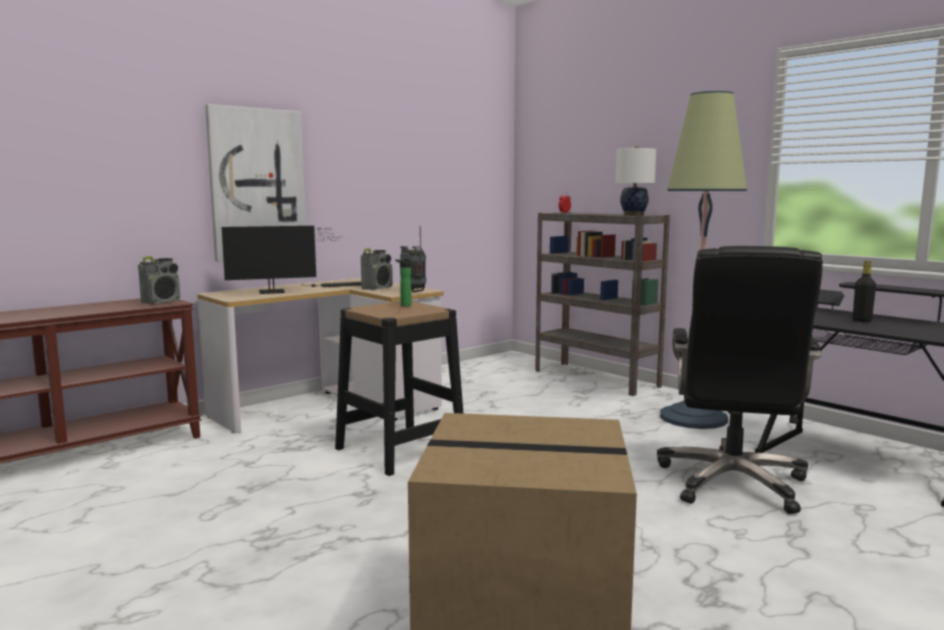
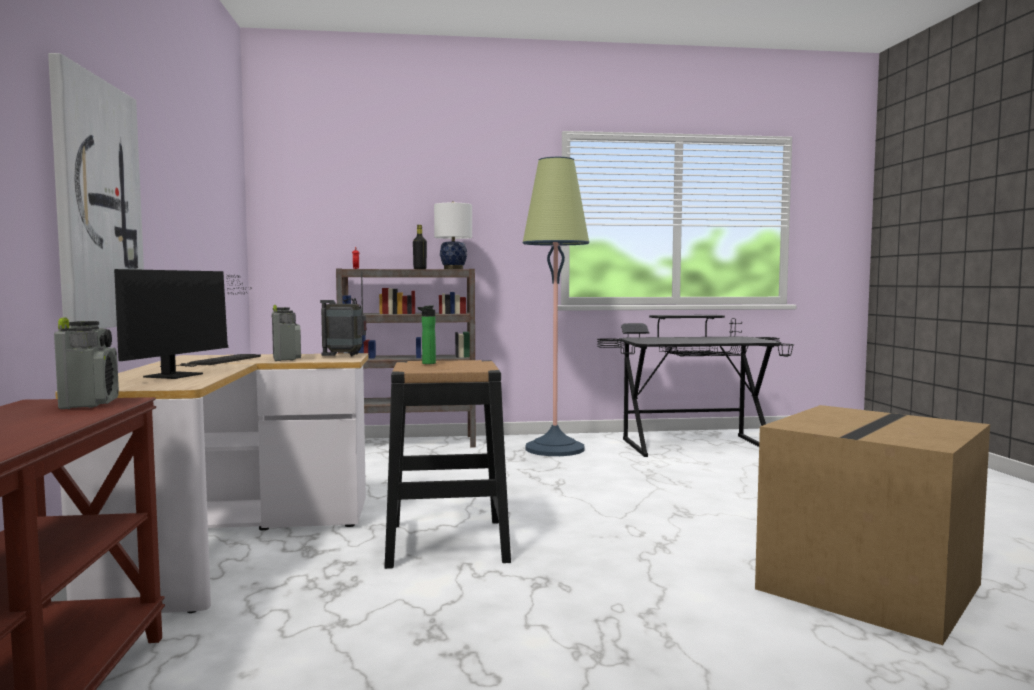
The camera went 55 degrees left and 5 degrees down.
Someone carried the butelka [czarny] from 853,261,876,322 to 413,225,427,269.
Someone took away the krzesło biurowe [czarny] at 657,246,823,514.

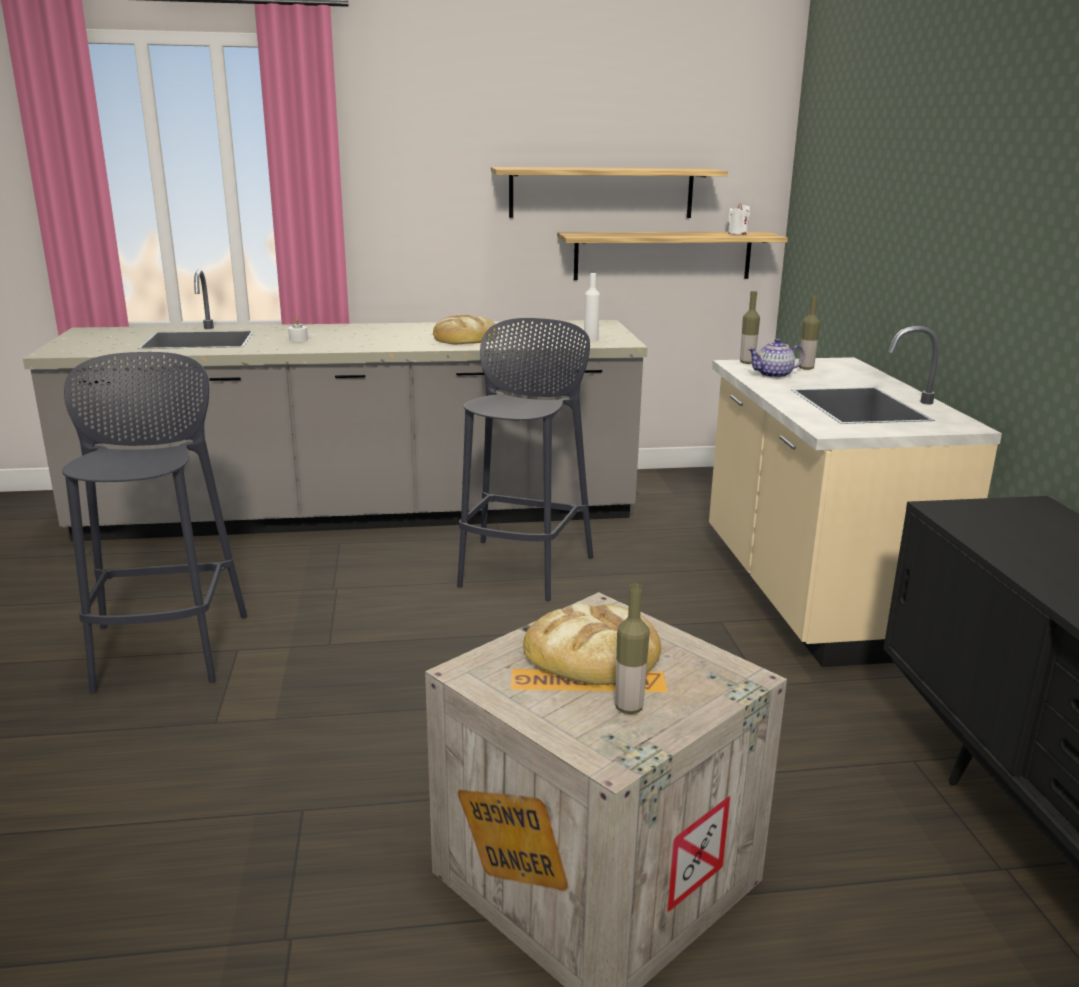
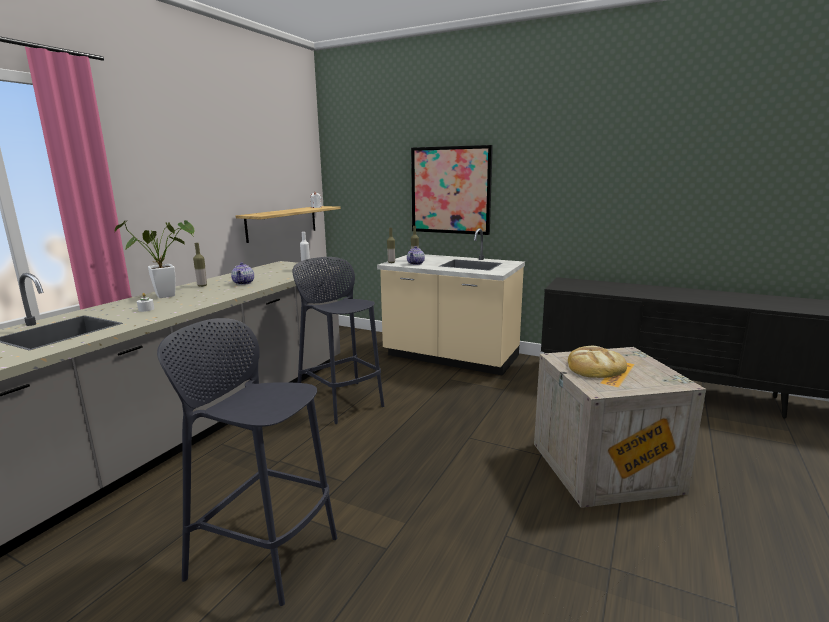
The camera went 55 degrees left and 5 degrees down.
Someone put down the roślina doniczkowa at 115,220,195,298.
Someone carried the butelka from 615,584,650,714 to 193,243,207,287.
Someone swapped the chleb at 433,314,499,344 for the imbryk at 231,262,254,285.
Someone put up the obraz at 411,145,493,235.
Someone took away the półka at 491,167,728,218.

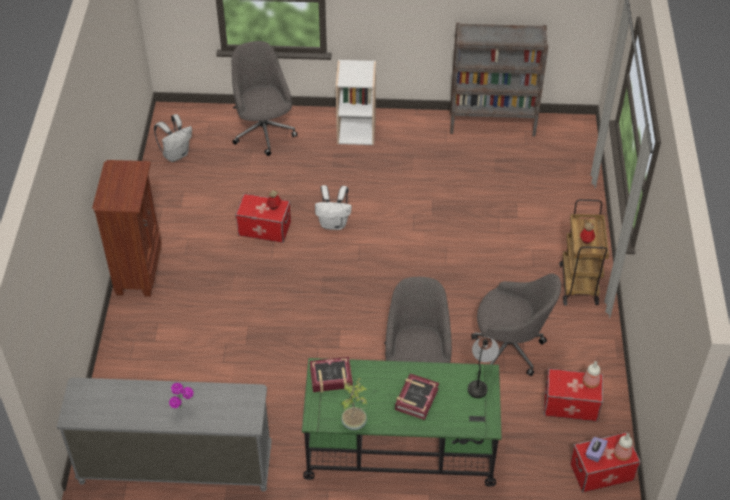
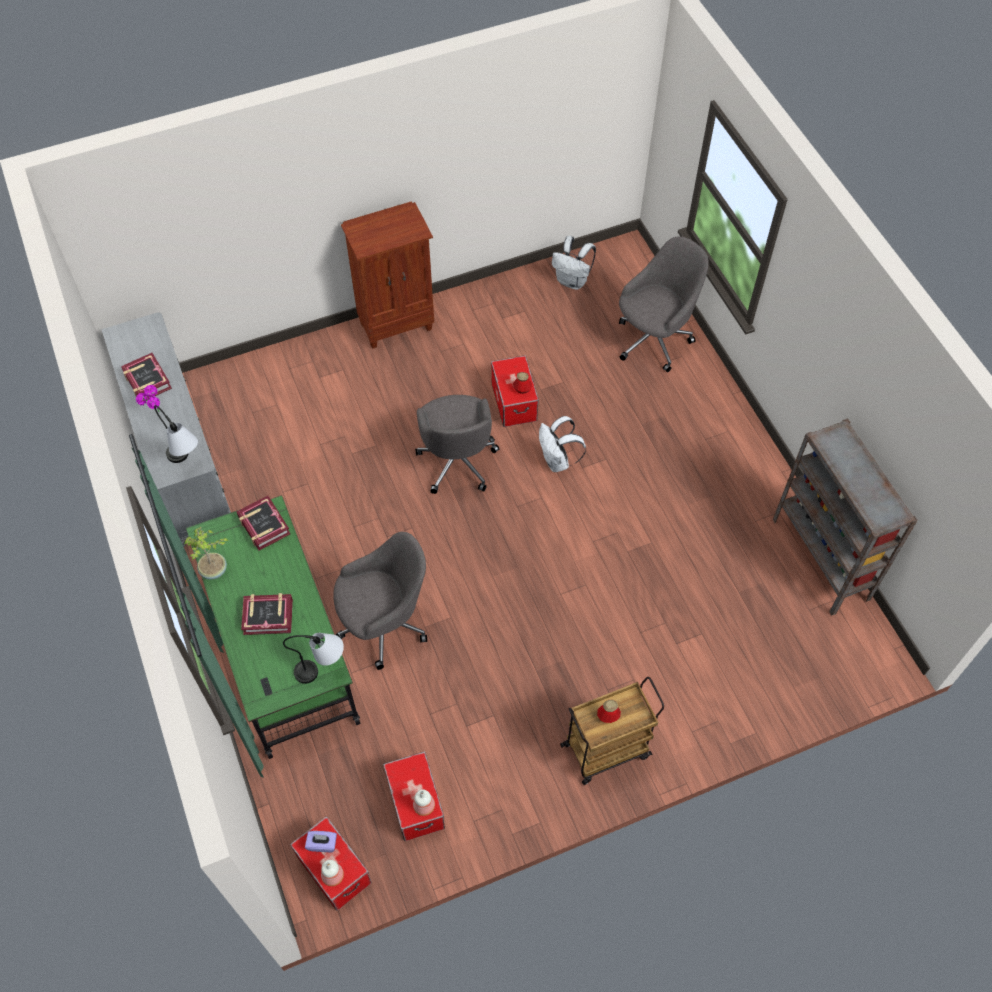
The camera went 65 degrees right and 10 degrees up.
Someone put down the książka at 121,353,172,402.
Someone put down the lampa stołowa at 154,405,198,463.
Someone carried the krzesło biurowe [szary] from 471,274,561,377 to 415,395,499,494.
Someone took away the regał at 336,60,376,145.

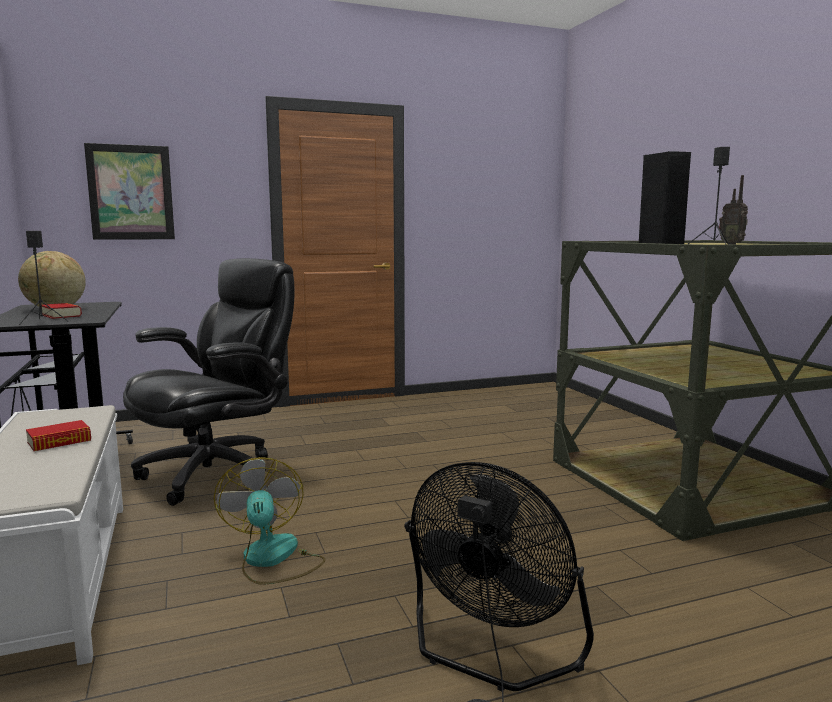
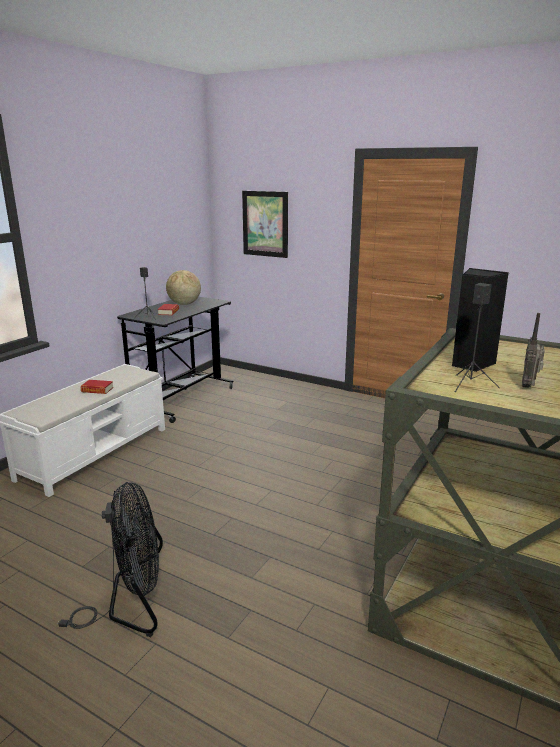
The camera went 50 degrees right and 10 degrees up.
Someone took away the krzesło biurowe [czarny] at 123,258,294,506.
Someone took away the wentylator at 214,457,325,584.

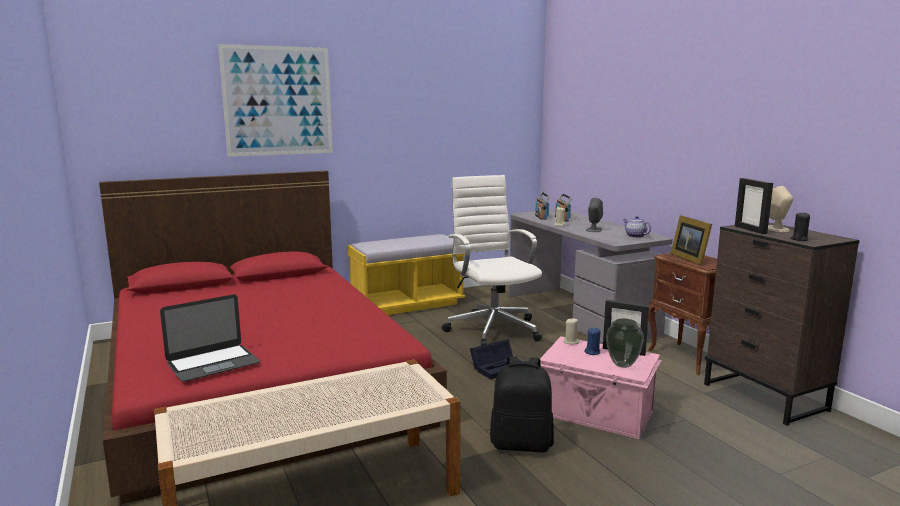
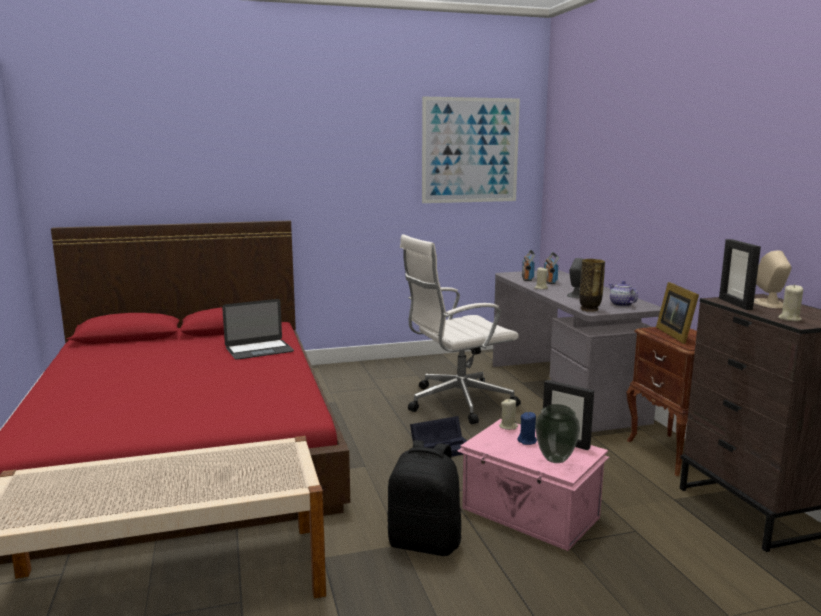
The camera went 10 degrees right and 0 degrees up.
Someone carried the laptop from 160,294,260,382 to 222,299,294,360.
Someone rotated the krzesło biurowe [biały] at 442,175,542,346 by 105 degrees counterclockwise.
Someone carried the obraz from 218,44,333,157 to 422,97,520,203.
Someone put down the wazon at 579,259,605,312.
Someone repainted the świeca [czarny] at 791,213,810,241, which became the świeca [beżowy] at 778,284,803,321.
Someone took away the ławka [żółty] at 347,234,465,315.

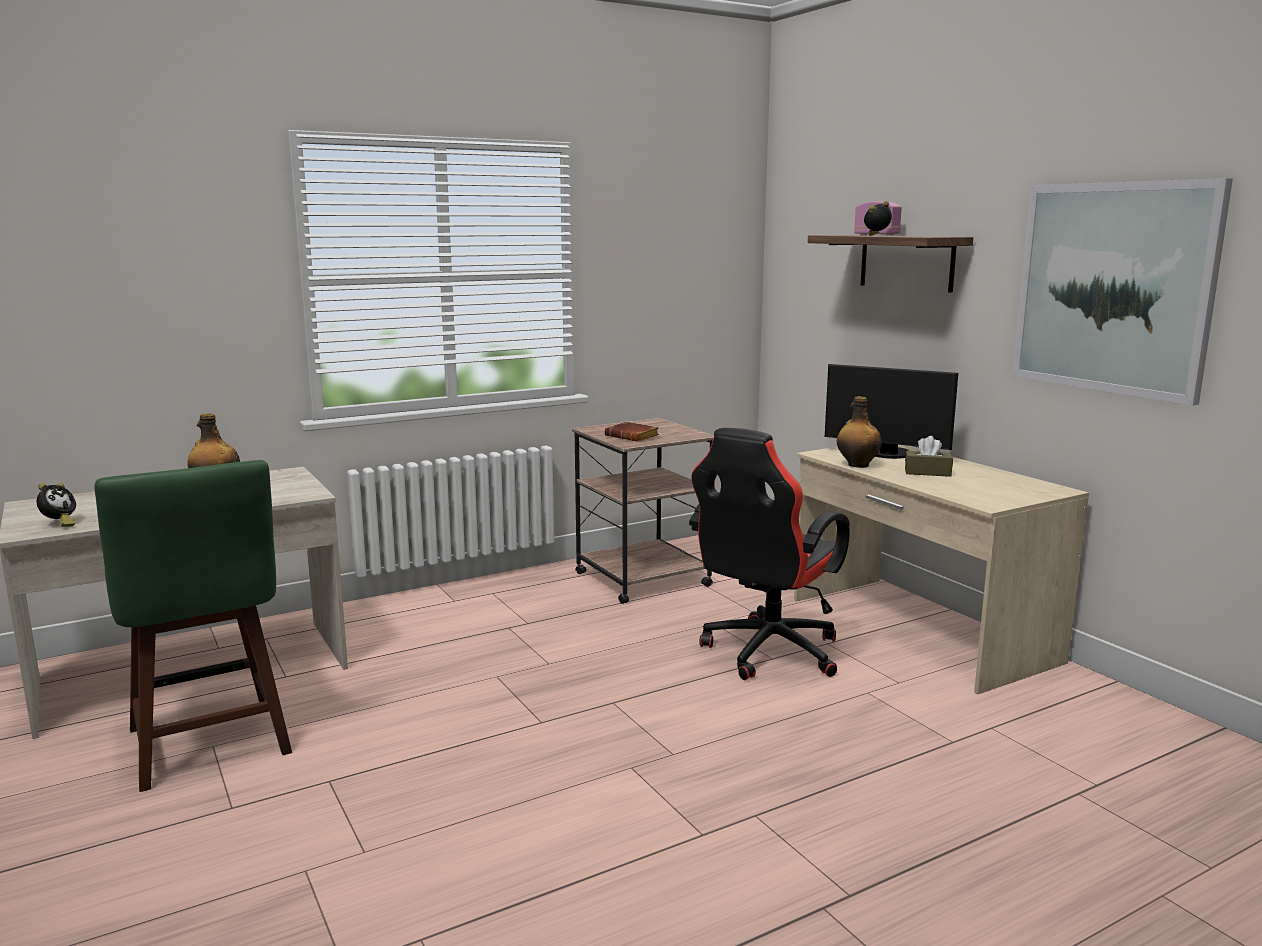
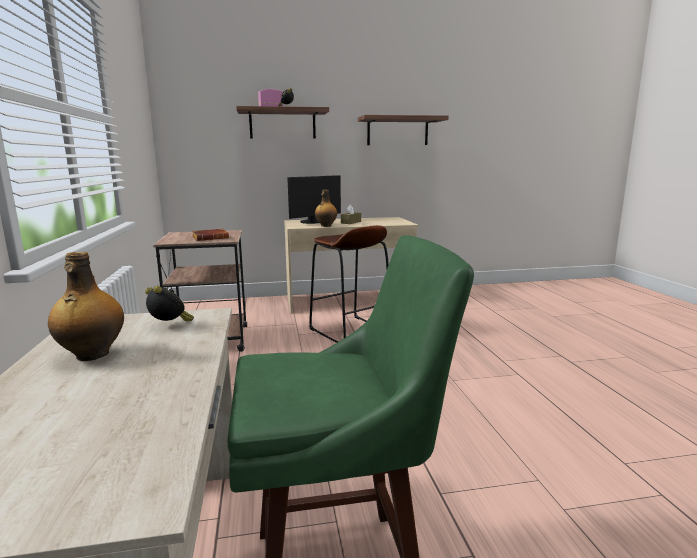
The camera went 70 degrees left and 0 degrees up.
Someone carried the budzik from 37,483,76,527 to 145,286,194,321.
Someone swapped the krzesło biurowe [czarny] at 689,428,850,680 for the stołek [brązowy] at 309,225,389,343.
Someone swapped the obraz at 1012,178,1233,406 for the półka at 358,115,449,145.

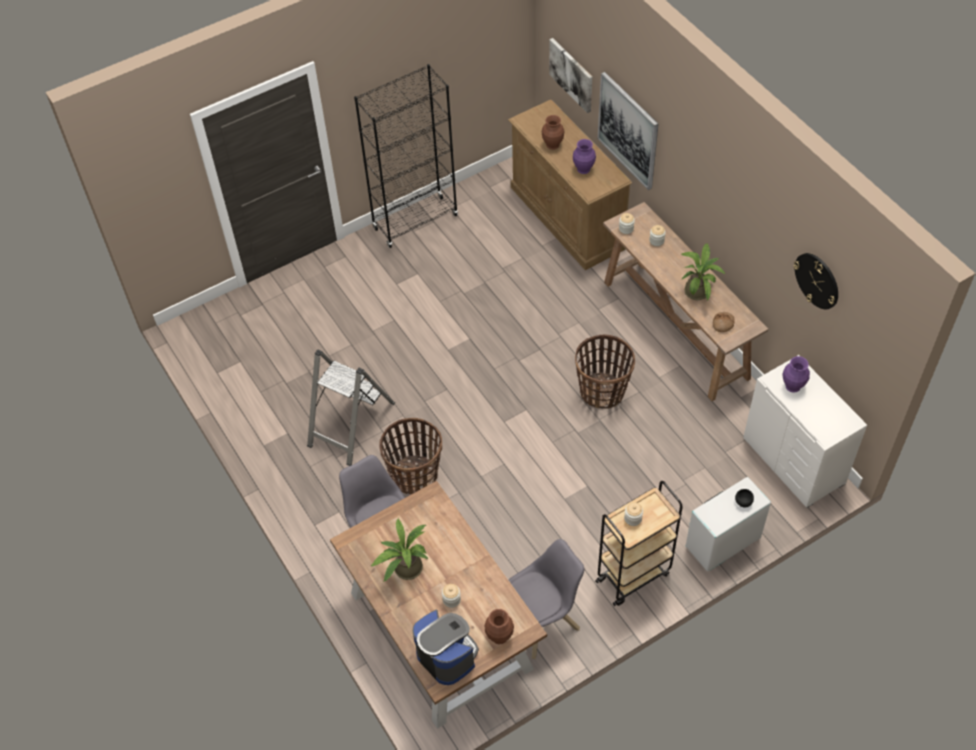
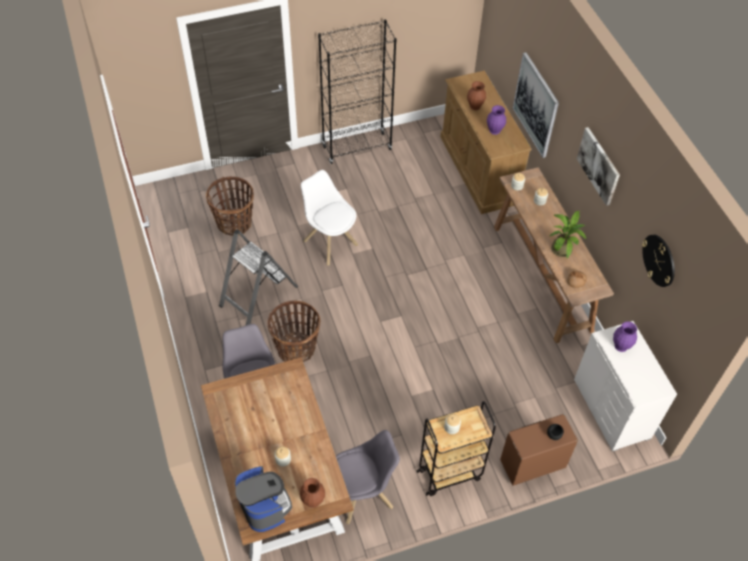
The camera went 10 degrees right and 0 degrees up.
Someone carried the koszyk from 575,335,635,409 to 206,177,254,236.
Someone put down the krzesło [biały] at 301,170,358,266.
Someone repainted the szafka nocna [biały] at 686,477,771,572, which became the szafka nocna [brązowy] at 500,414,578,486.
Someone carried the obraz from 549,38,592,113 to 577,127,620,206.
Someone took away the roślina doniczkowa at 371,518,428,582.

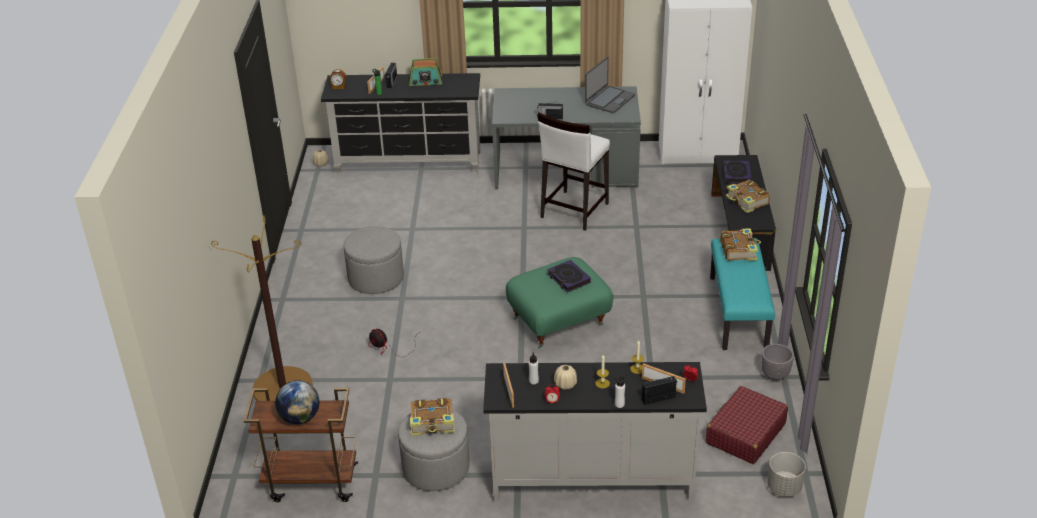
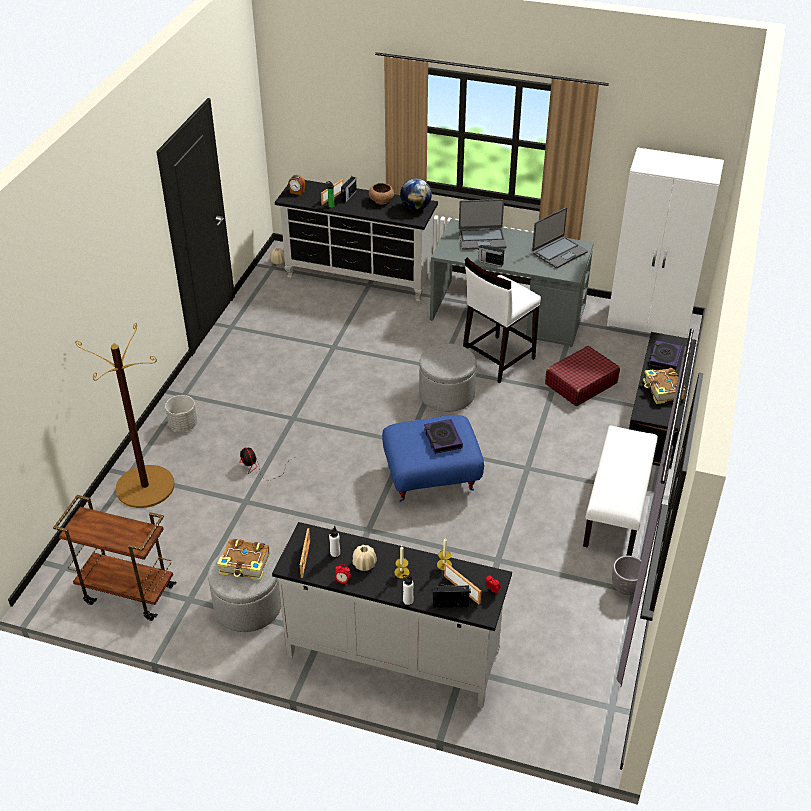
The camera went 15 degrees right and 5 degrees up.
Someone carried the donica [szary] from 767,452,806,497 to 165,395,197,431.
Someone swapped the radio at 409,58,442,86 for the miska [brązowy] at 369,183,394,205.
Someone repainted the pufa [zielony] at 506,257,613,349, which became the pufa [niebieski] at 382,415,484,502.
Someone carried the globus from 275,380,319,424 to 400,178,432,211.
Someone carried the pufa [szary] from 343,226,404,294 to 419,343,476,412.
Someone put down the laptop at 459,199,507,250.
Someone carried the walizka [czerwony] from 706,386,788,464 to 545,346,620,406.
Someone repainted the ławka [turkusowy] at 710,238,775,350, which became the ławka [biały] at 583,426,658,556.
Someone took away the książka at 720,228,761,261.

